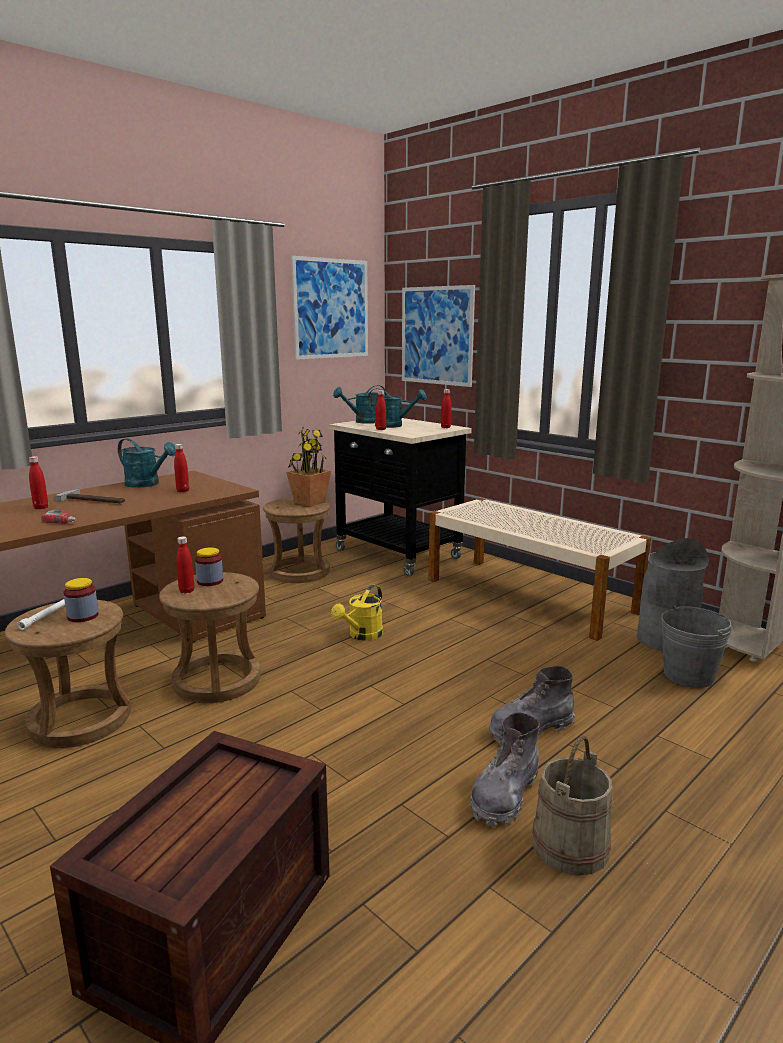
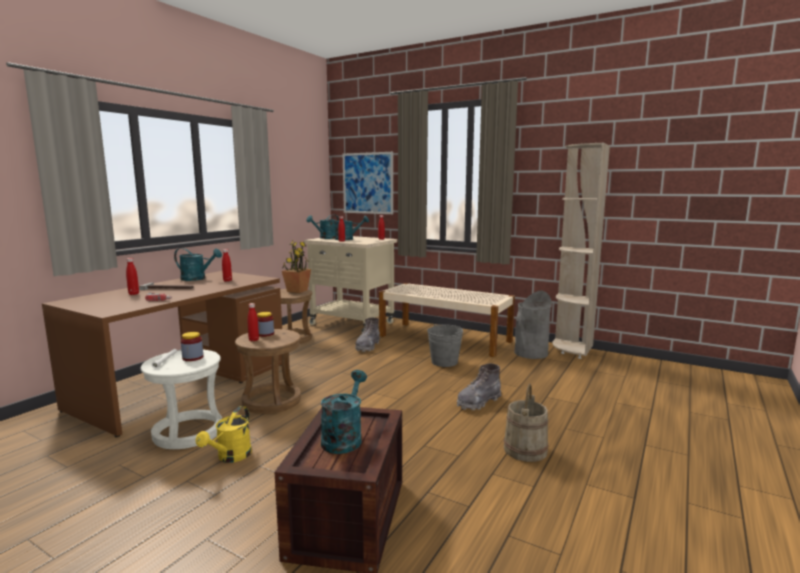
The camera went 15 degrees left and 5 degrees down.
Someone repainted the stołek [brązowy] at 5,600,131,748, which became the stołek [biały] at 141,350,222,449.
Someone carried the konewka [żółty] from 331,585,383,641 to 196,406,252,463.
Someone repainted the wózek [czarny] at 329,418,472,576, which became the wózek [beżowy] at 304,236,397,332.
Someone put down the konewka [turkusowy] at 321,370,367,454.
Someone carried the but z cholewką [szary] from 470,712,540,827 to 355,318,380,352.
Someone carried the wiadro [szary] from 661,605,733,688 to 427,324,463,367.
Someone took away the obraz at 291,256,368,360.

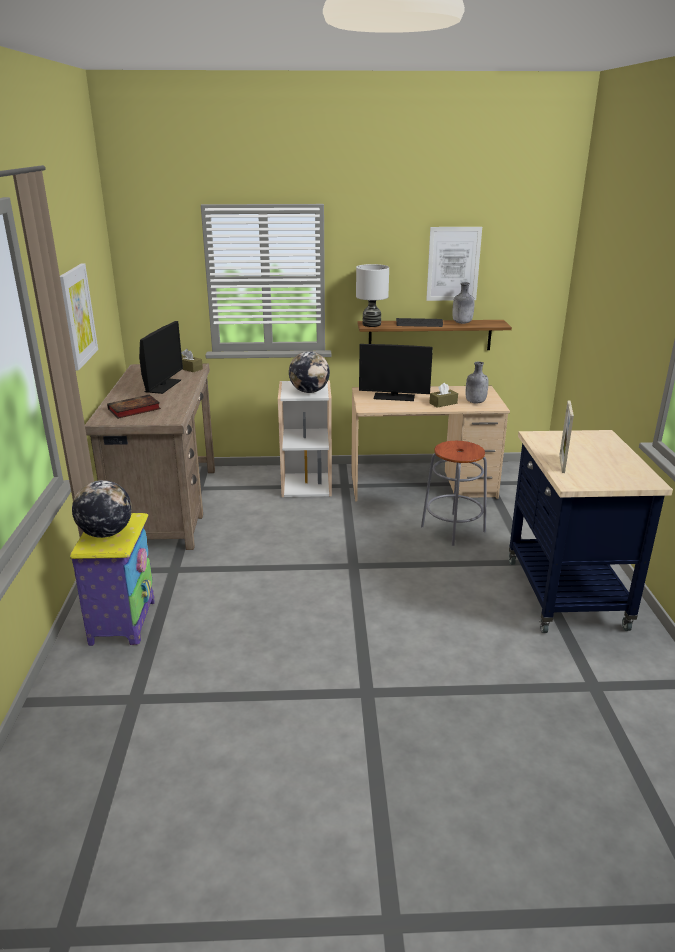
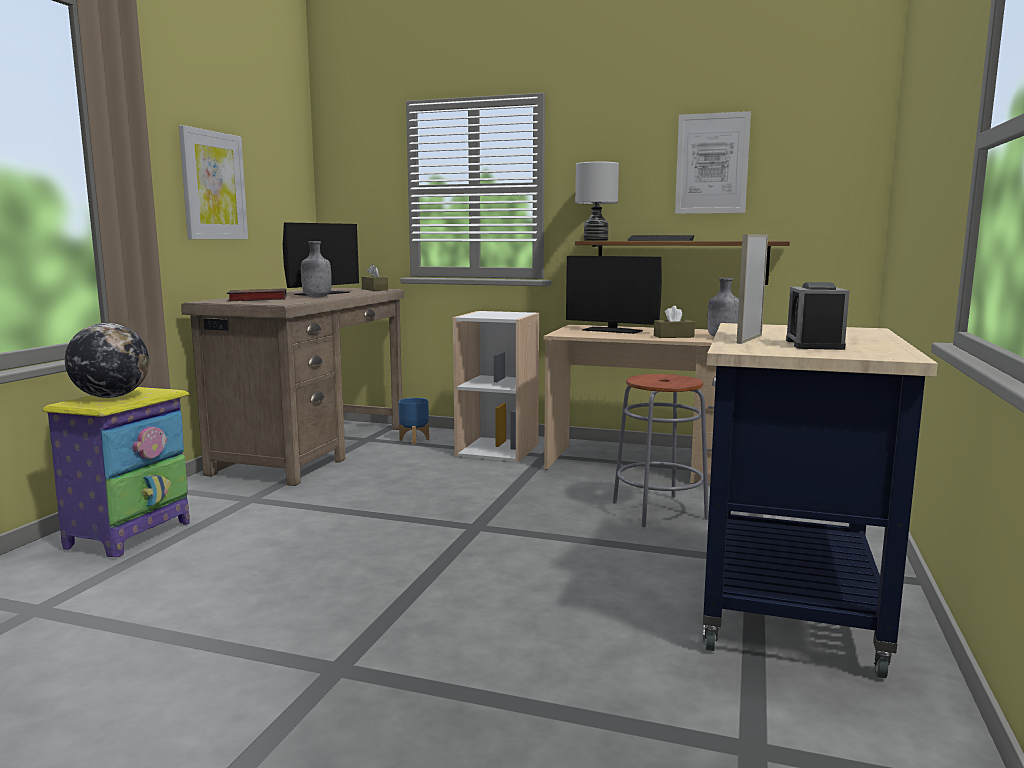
The camera went 20 degrees right and 15 degrees down.
Someone carried the butelka [szary] from 452,282,475,324 to 301,241,332,298.
Someone put down the donica [niebieski] at 399,398,429,444.
Someone put down the budzik at 786,282,849,350.
Someone took away the globus at 289,351,330,393.

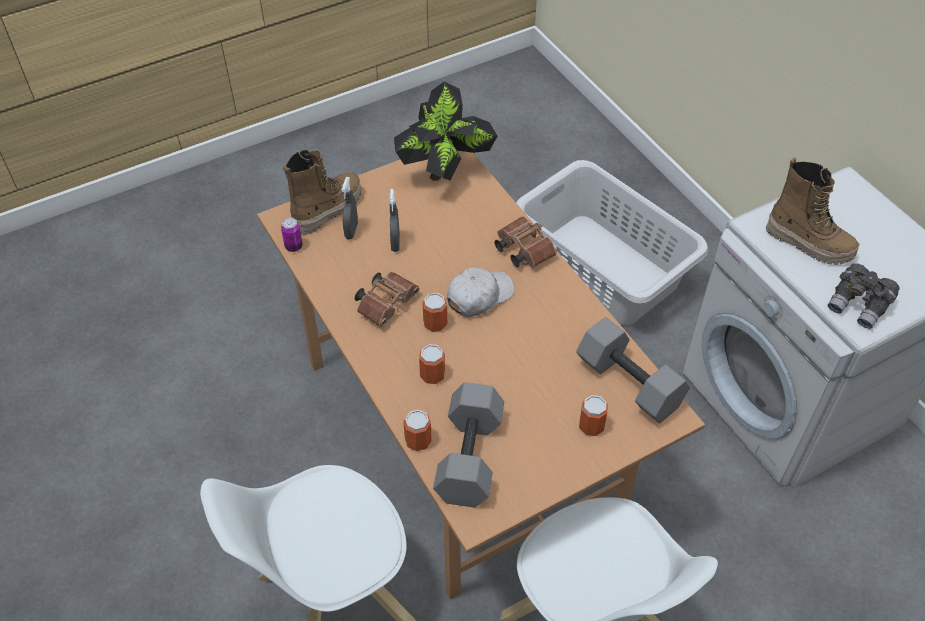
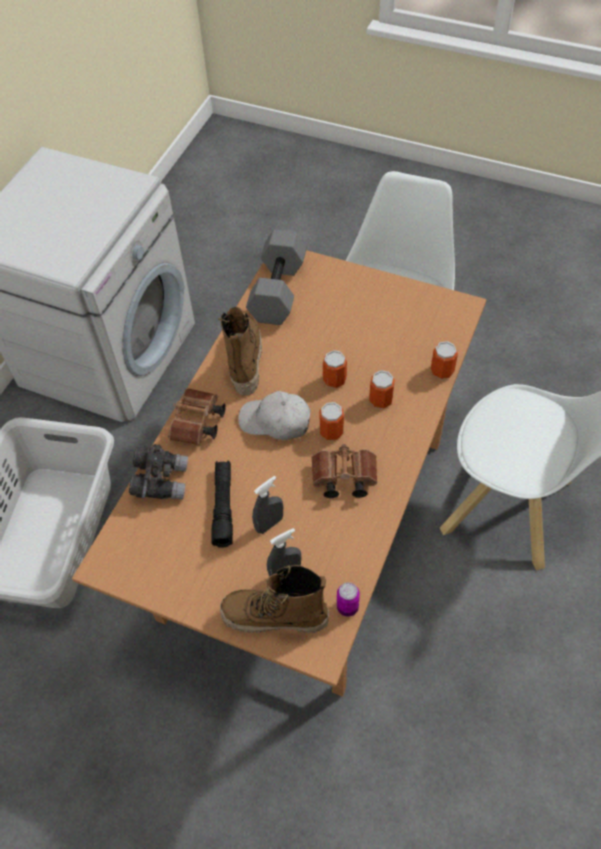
The camera went 125 degrees left and 5 degrees up.
Someone carried the lornetka [szary] from 828,263,900,329 to 129,444,188,500.
Someone put down the latarka [czarny] at 211,461,233,548.
Someone carried the but z cholewką from 766,157,859,265 to 218,307,262,395.
Someone carried the puszka from 579,395,608,436 to 323,350,347,388.
Someone took away the roślina doniczkowa at 394,81,498,181.
Someone took away the hantel [szary] at 433,382,504,507.

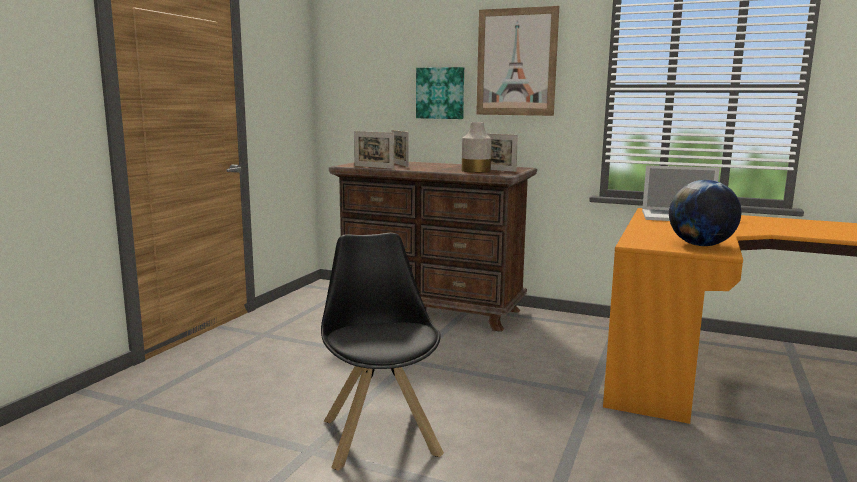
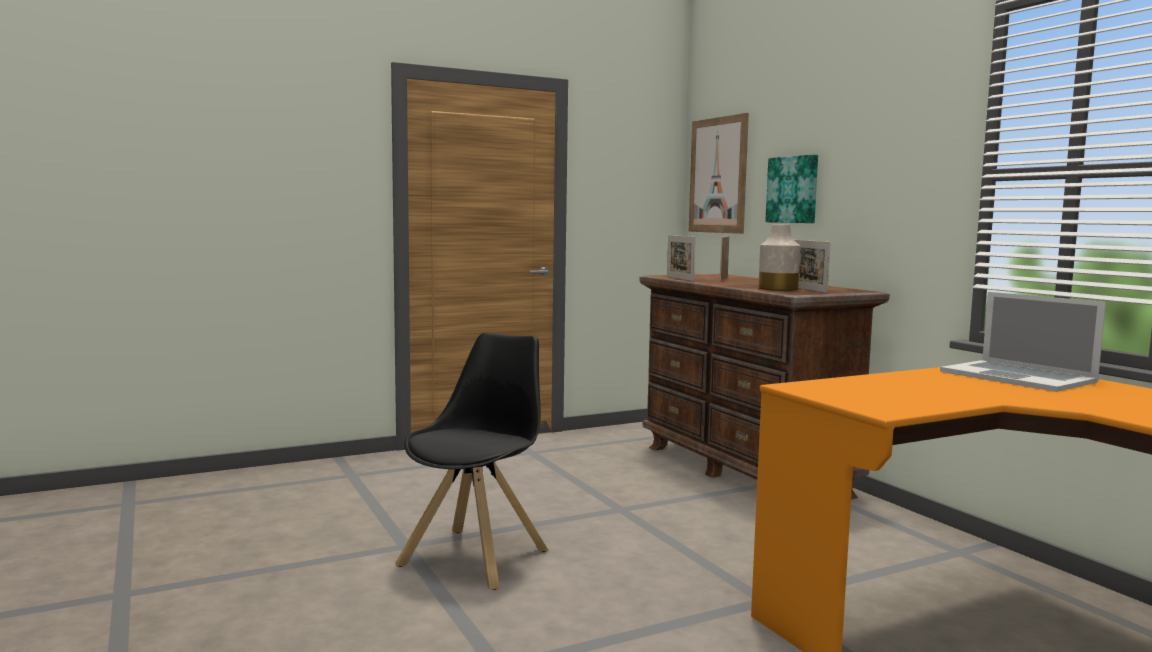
The camera went 40 degrees right and 5 degrees down.
Someone carried the obraz from 476,6,559,116 to 689,113,749,234.
Someone took away the globus at 669,180,741,246.

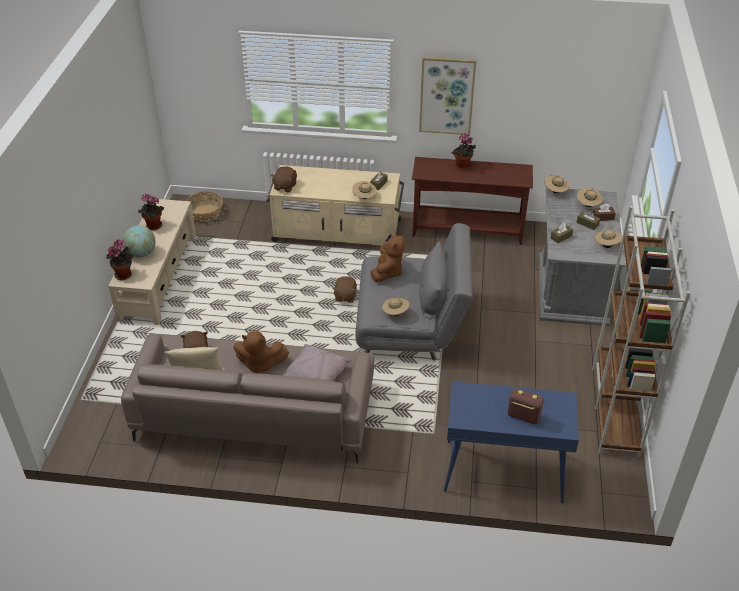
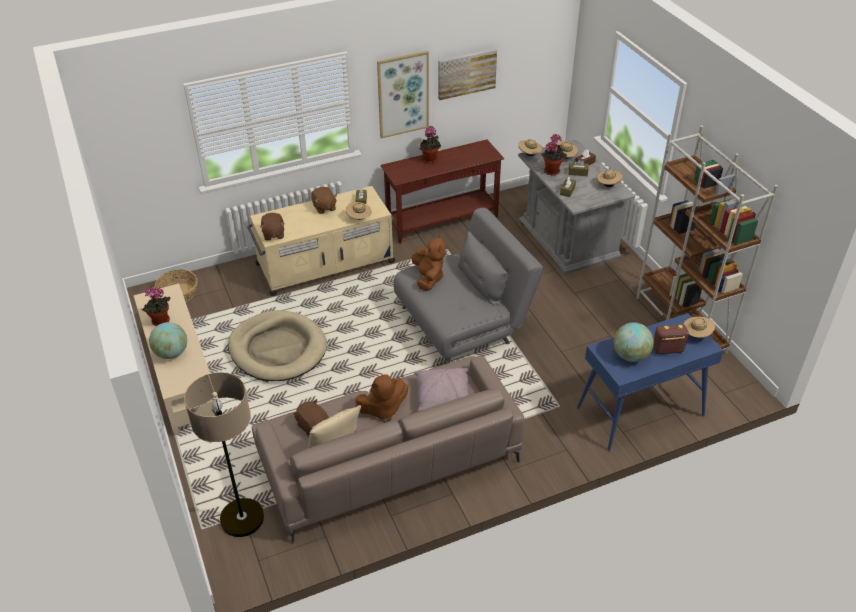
The camera went 30 degrees left and 0 degrees up.
Someone put down the lampa stojąca at 184,372,264,537.
Someone put down the legowisko [beżowy] at 228,310,327,381.
Someone carried the pluszak [brązowy] from 333,276,357,303 to 311,187,337,214.
Someone put up the obraz at 438,48,497,100.
Someone carried the roślina doniczkowa from 106,239,133,280 to 541,134,567,175.
Someone put down the globus at 613,323,654,362.
Someone carried the kapelusz [beżowy] from 382,298,410,316 to 684,317,715,338.

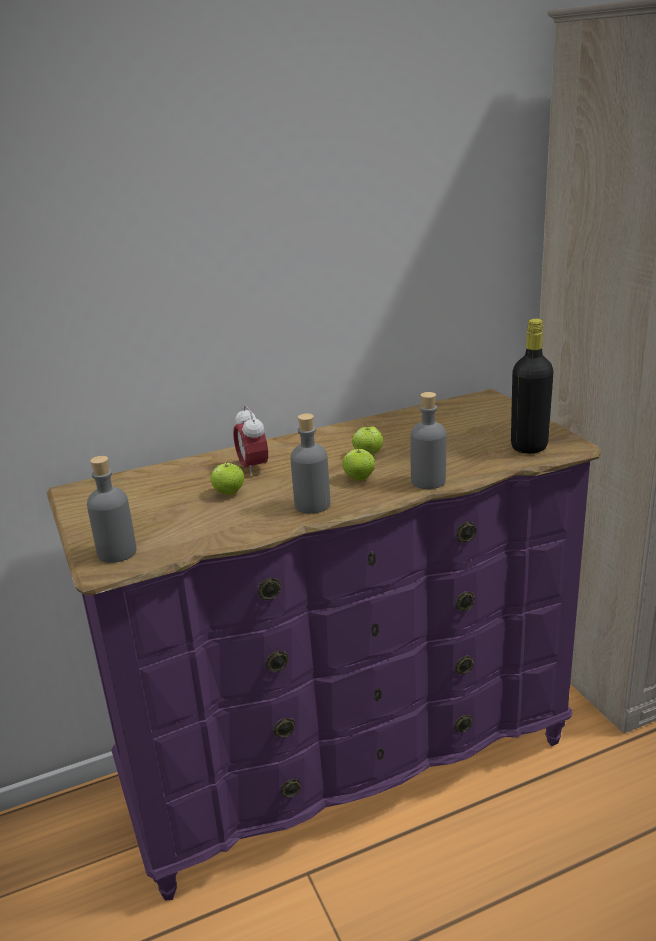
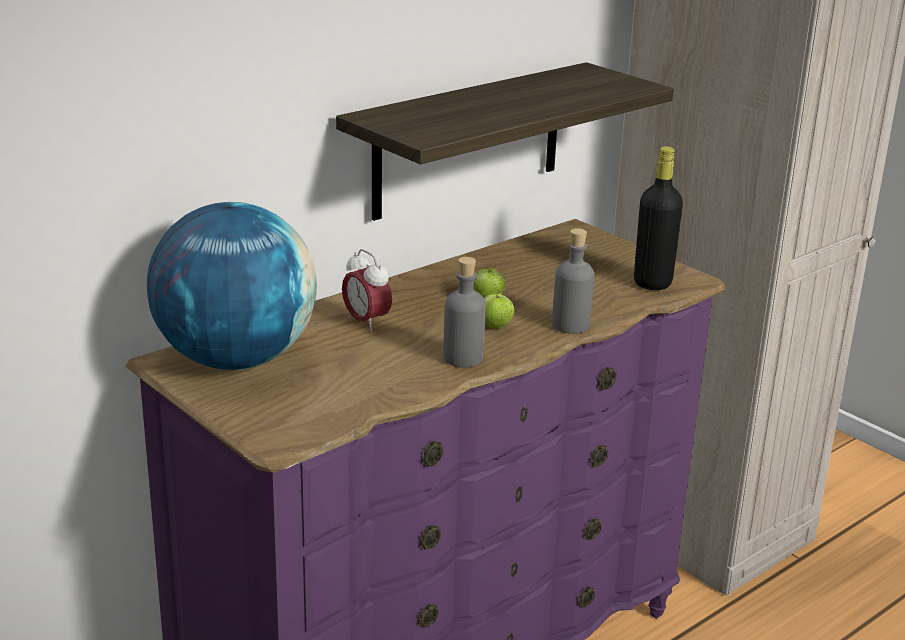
The camera went 20 degrees left and 0 degrees up.
Someone put down the globus at 147,202,317,370.
Someone put up the półka at 336,62,674,221.
Someone took away the butelka [szary] at 87,456,137,563.
Someone took away the jabłko at 210,459,244,495.

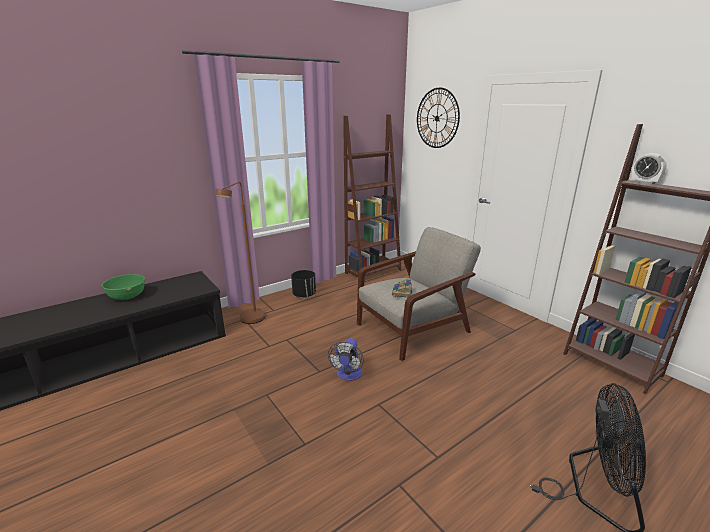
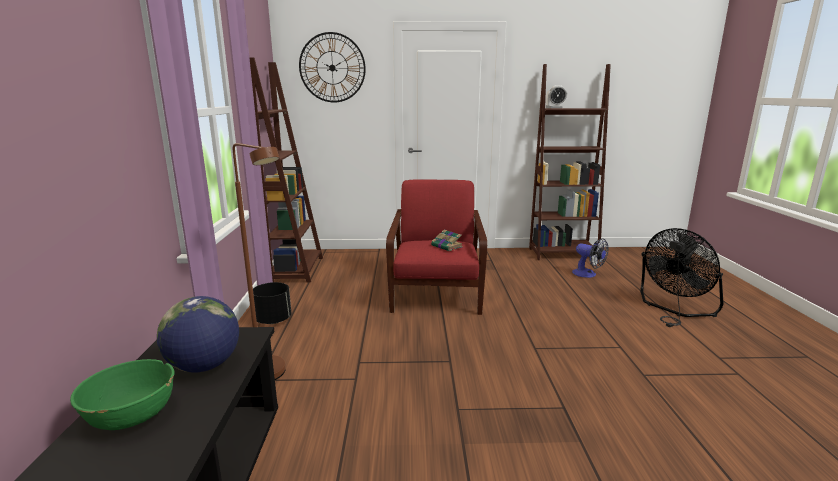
The camera went 55 degrees left and 5 degrees down.
Someone put down the globus at 157,296,239,373.
Someone repainted the fotel [szary] at 357,227,481,361, which became the fotel [czerwony] at 386,179,487,315.
Someone carried the wentylator from 328,338,364,381 to 572,238,608,278.

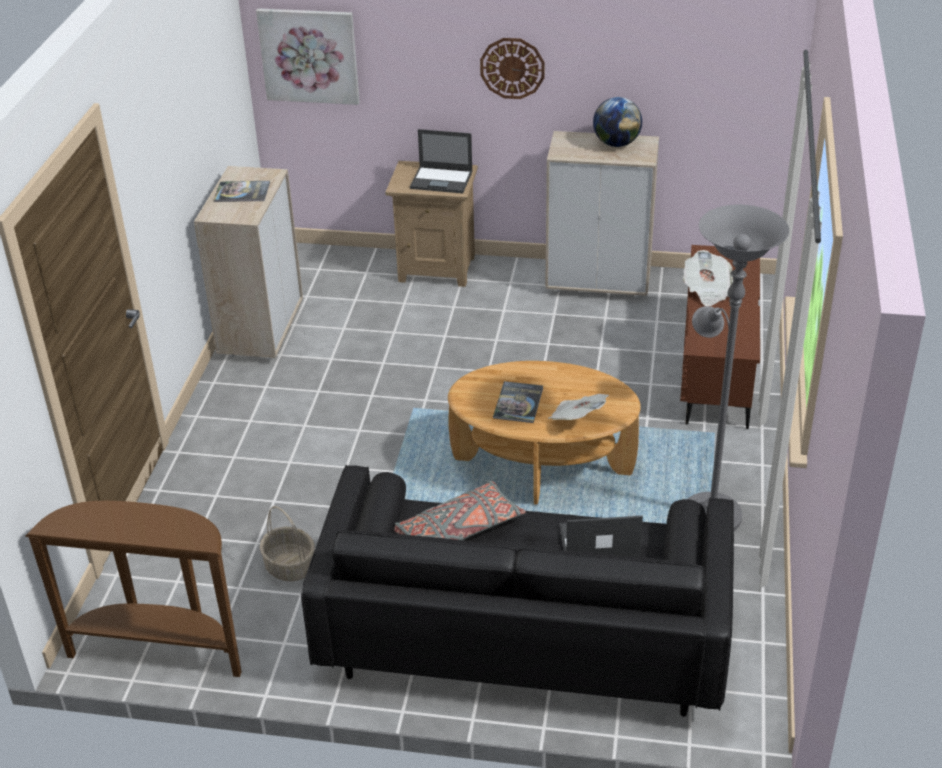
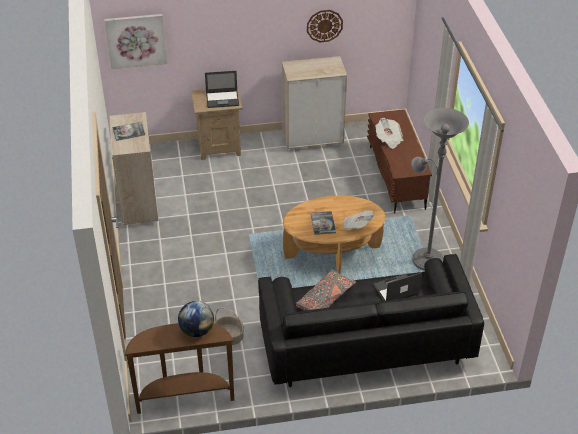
The camera went 20 degrees left and 5 degrees up.
Someone carried the globus from 593,97,642,147 to 178,301,214,337.
Someone carried the zegar ścienny from 480,38,545,99 to 307,10,343,42.

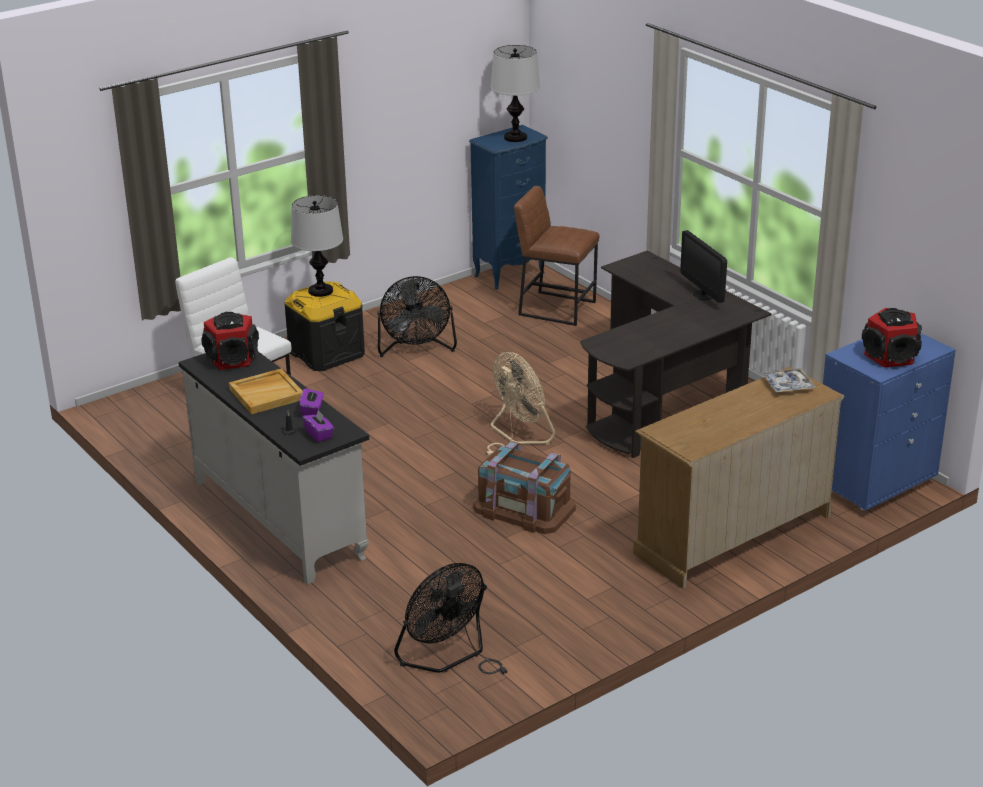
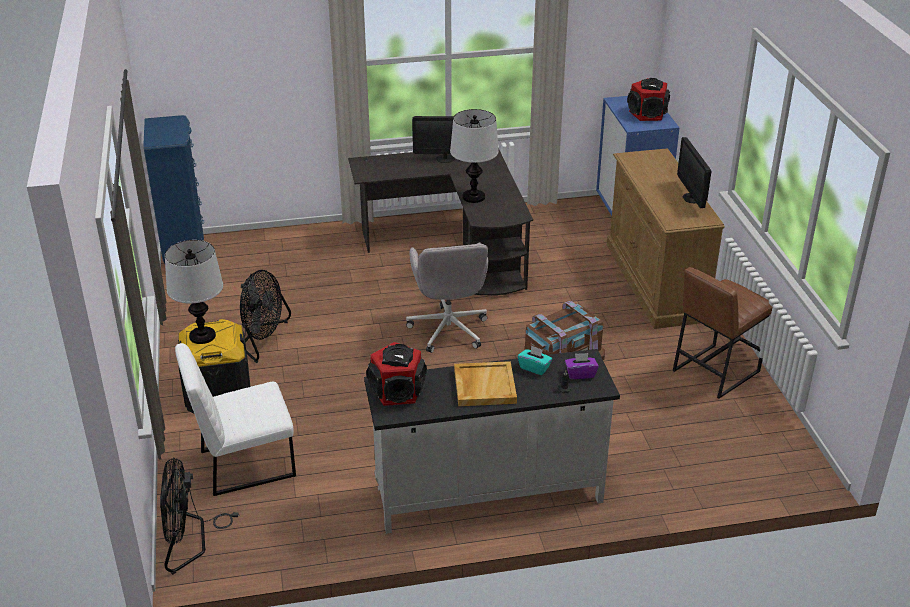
The camera went 65 degrees left and 5 degrees up.
Someone carried the wentylator [czarny] from 394,563,507,674 to 160,457,240,575.
Someone swapped the wentylator [beżowy] at 486,352,555,456 for the krzesło biurowe [szary] at 406,242,489,353.
Someone carried the lampa stołowa from 491,45,540,142 to 450,109,499,203.
Someone repainted the pudełko chusteczek [fioletowy] at 299,388,324,416, which became the pudełko chusteczek [turkusowy] at 518,345,552,375.
Someone carried the krzesło [brązowy] from 514,186,599,326 to 673,267,772,399.
Someone put down the monitor at 677,137,712,208.
Someone took away the taca at 762,368,816,393.

